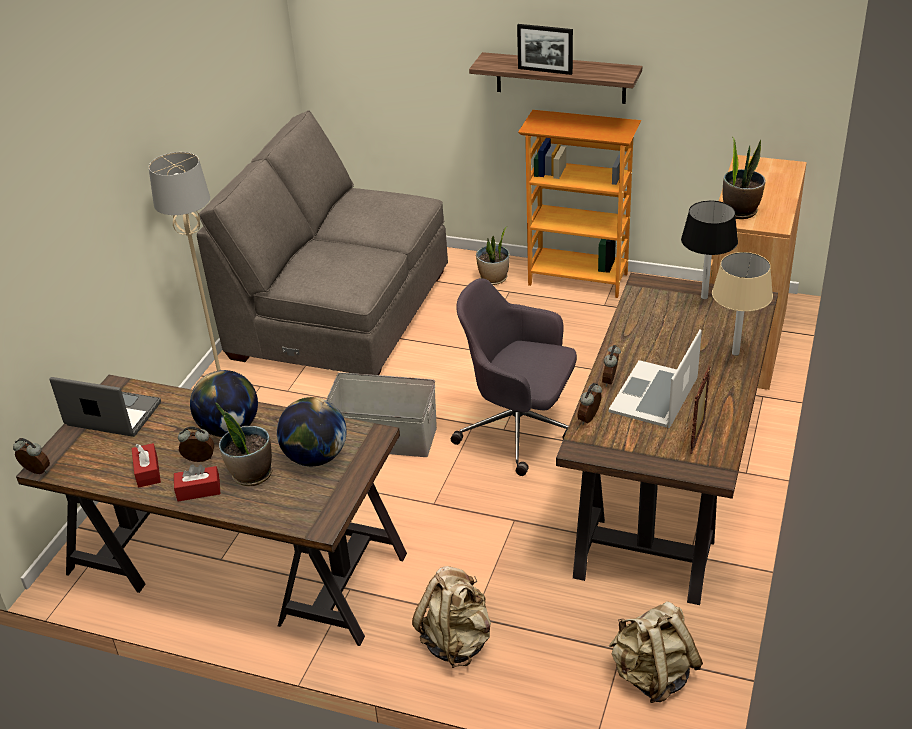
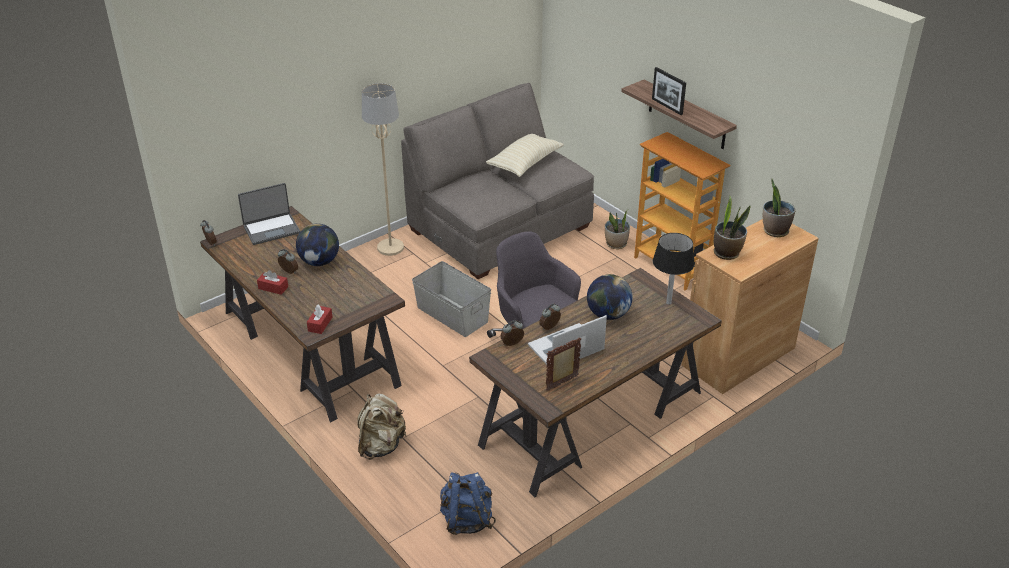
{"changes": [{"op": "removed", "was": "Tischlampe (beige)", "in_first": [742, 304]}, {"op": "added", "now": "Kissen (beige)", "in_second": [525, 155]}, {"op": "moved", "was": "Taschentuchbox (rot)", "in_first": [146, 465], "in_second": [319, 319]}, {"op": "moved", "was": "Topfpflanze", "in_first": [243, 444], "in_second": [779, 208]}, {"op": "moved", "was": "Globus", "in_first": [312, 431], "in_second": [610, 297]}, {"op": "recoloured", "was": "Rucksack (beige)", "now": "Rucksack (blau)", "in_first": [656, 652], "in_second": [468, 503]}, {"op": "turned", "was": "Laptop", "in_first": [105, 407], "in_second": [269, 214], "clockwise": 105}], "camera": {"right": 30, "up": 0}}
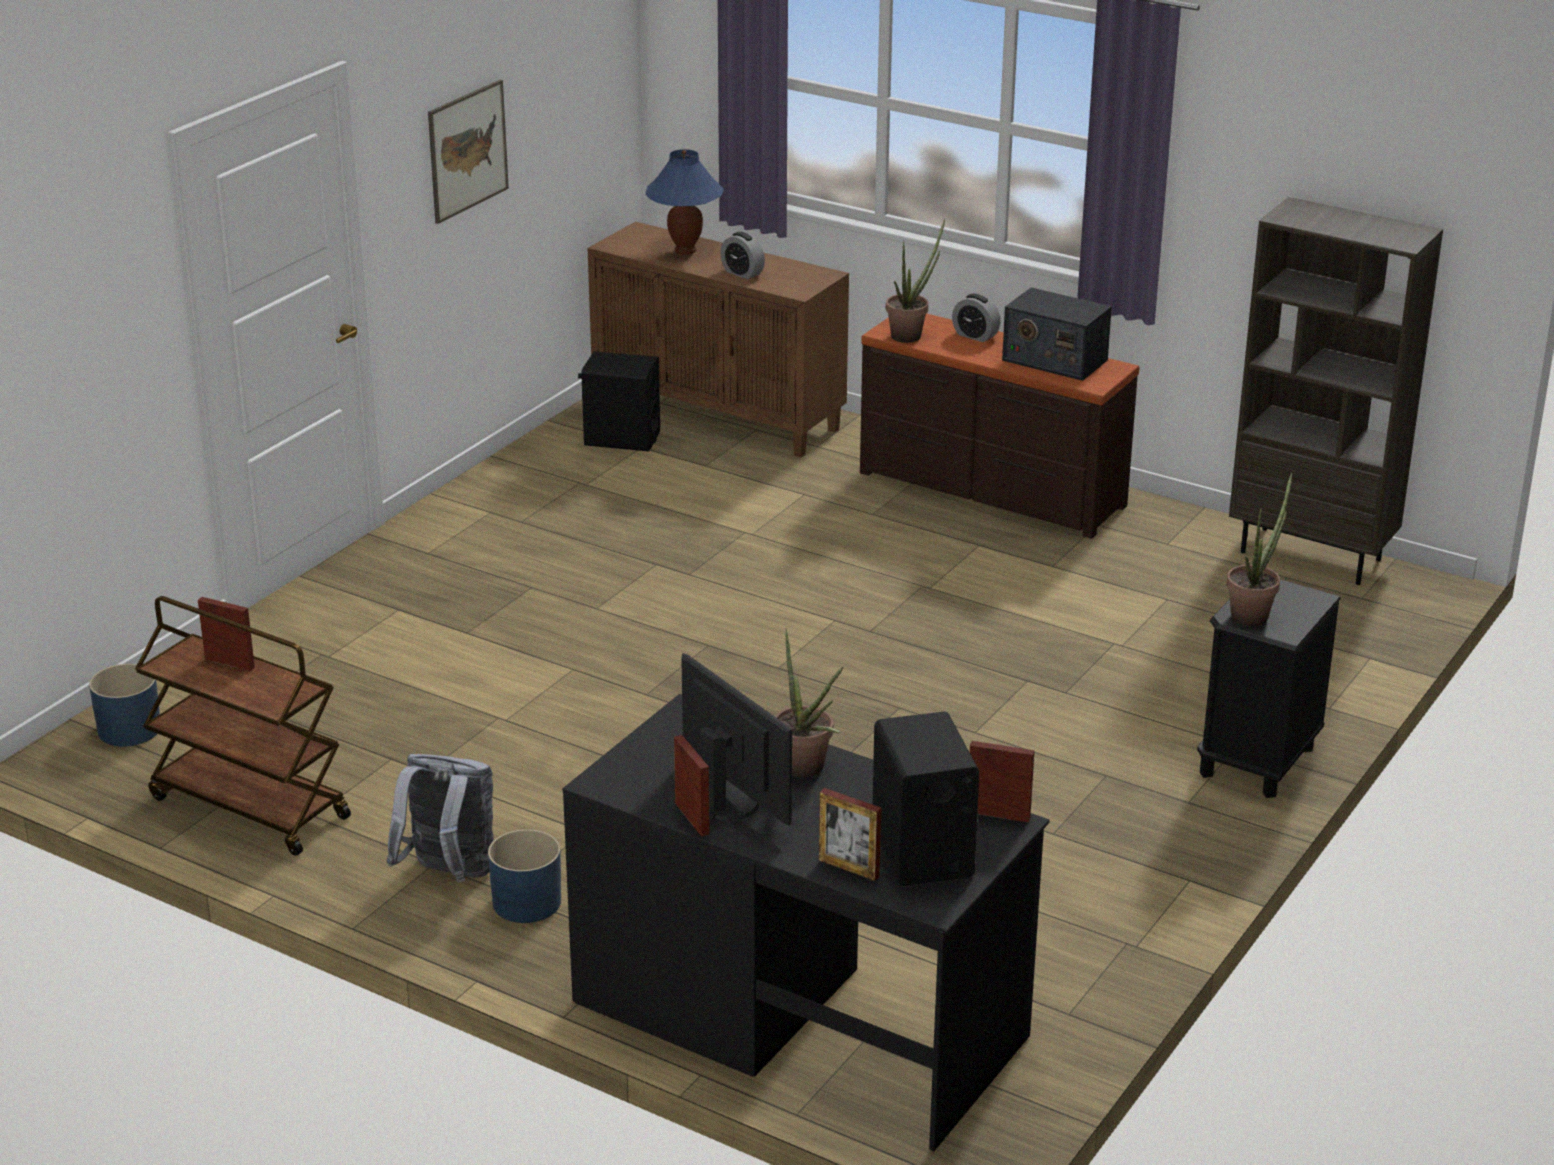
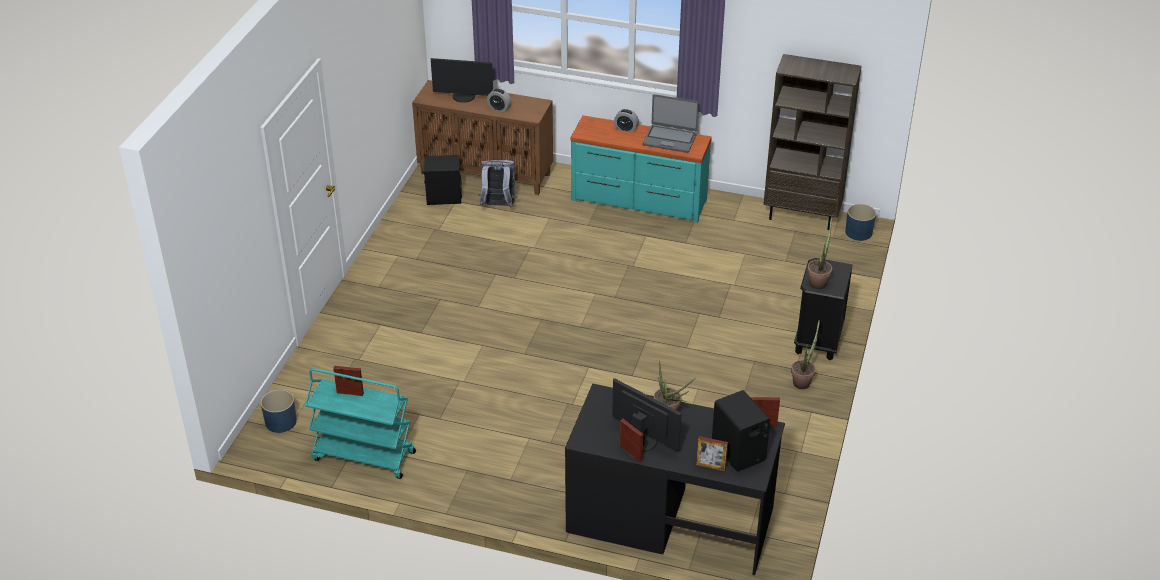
{"changes": [{"op": "removed", "was": "Bild", "in_first": [468, 152]}, {"op": "moved", "was": "Rucksack (grau)", "in_first": [440, 818], "in_second": [497, 184]}, {"op": "moved", "was": "Pflanzkübel (blau)", "in_first": [524, 876], "in_second": [860, 222]}, {"op": "moved", "was": "Topfpflanze", "in_first": [915, 281], "in_second": [805, 354]}, {"op": "replaced", "was": "Tischlampe (blau)", "now": "Monitor", "in_first": [684, 202], "in_second": [462, 80]}, {"op": "replaced", "was": "Radio", "now": "Laptop", "in_first": [1057, 334], "in_second": [671, 123]}, {"op": "recoloured", "was": "Rollwagen (braun)", "now": "Rollwagen (türkis)", "in_first": [243, 726], "in_second": [360, 423]}, {"op": "recoloured", "was": "Kommode (braun)", "now": "Kommode (türkis)", "in_first": [1000, 426], "in_second": [641, 169]}], "camera": {"right": -15, "up": 10}}
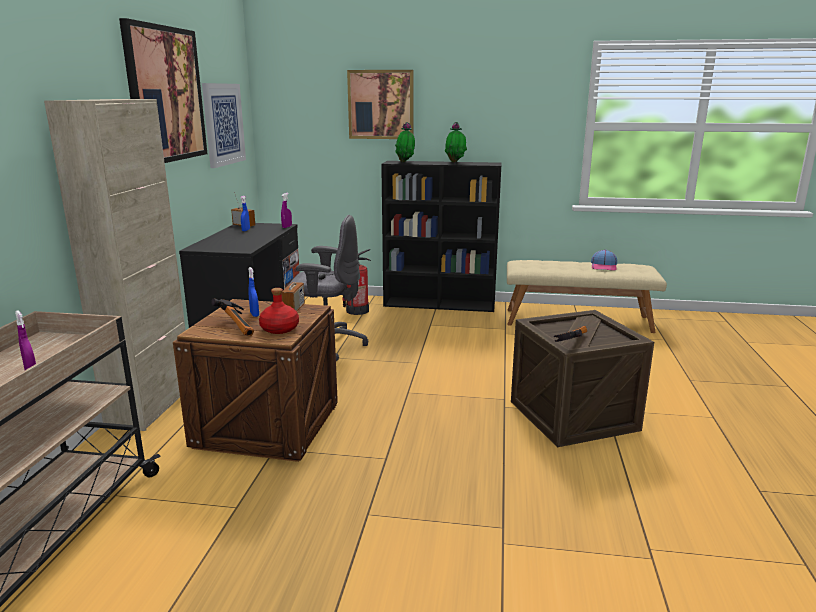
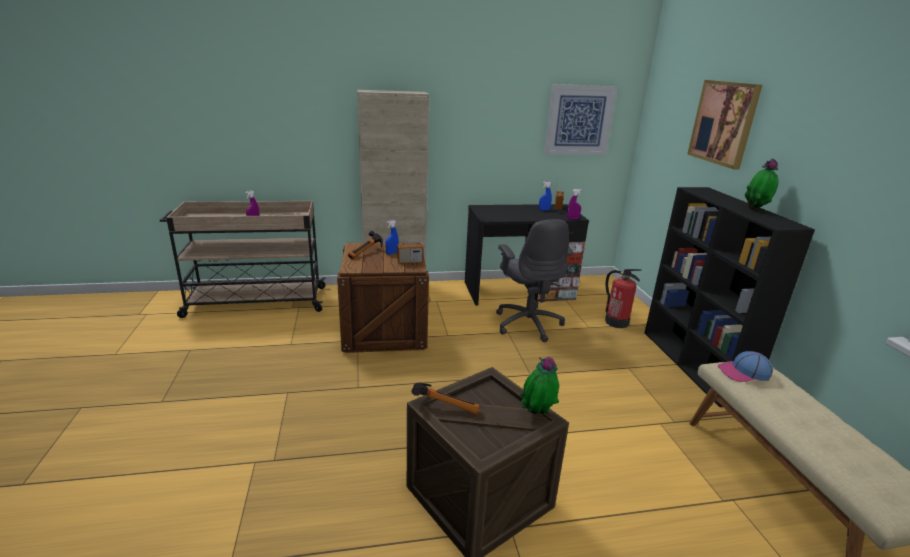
{"changes": [{"op": "removed", "was": "Bild", "in_first": [163, 90]}, {"op": "removed", "was": "Flasche (rot)", "in_first": [279, 311]}, {"op": "moved", "was": "Topfpflanze", "in_first": [405, 142], "in_second": [539, 385]}, {"op": "moved", "was": "Kappe", "in_first": [604, 260], "in_second": [745, 366]}], "camera": {"right": 70, "up": 5}}
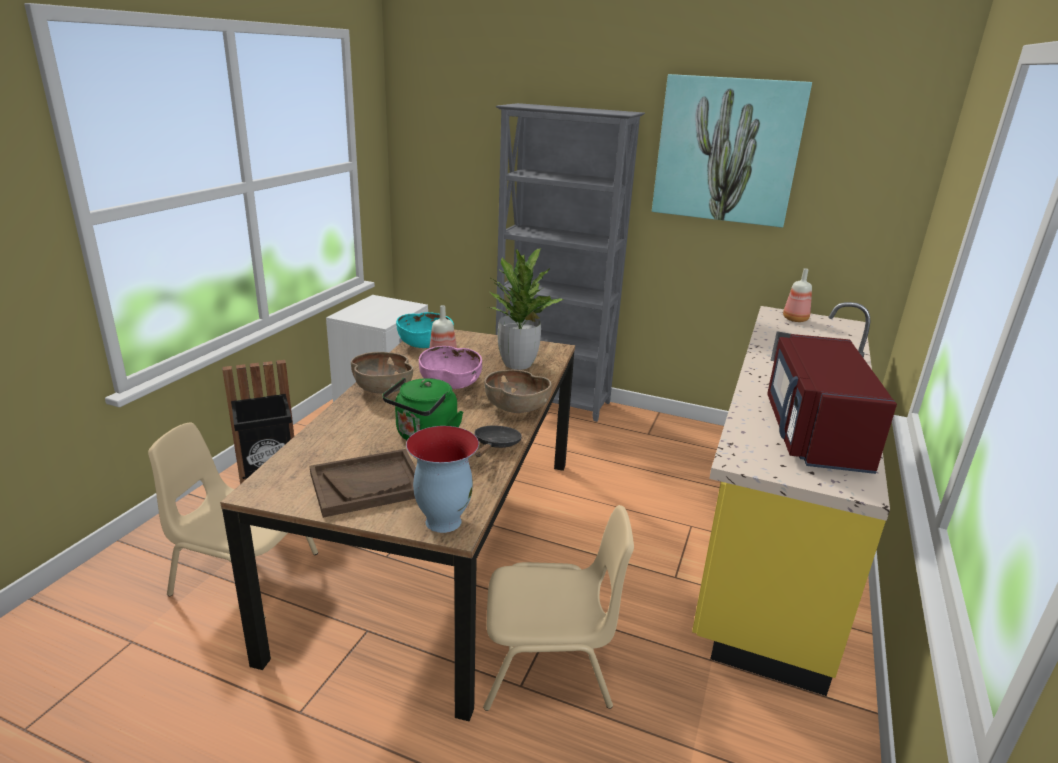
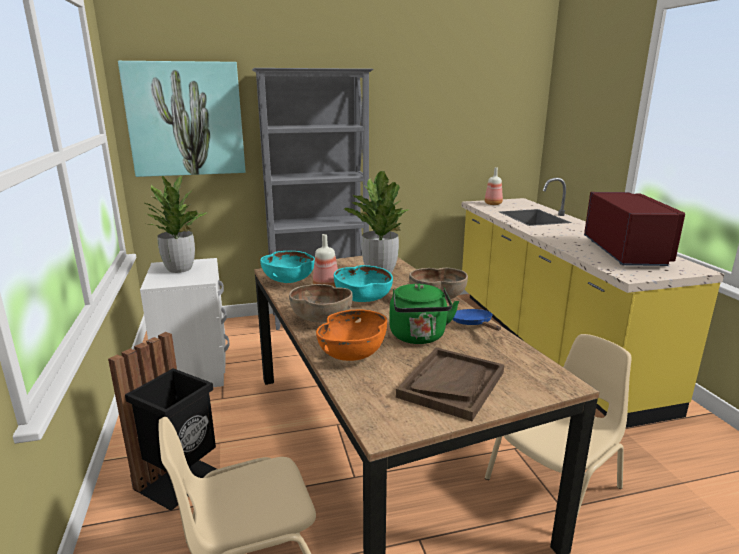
{"changes": [{"op": "removed", "was": "Vase", "in_first": [442, 479]}, {"op": "added", "now": "Topfpflanze", "in_second": [176, 224]}, {"op": "added", "now": "Schüssel (orange)", "in_second": [351, 335]}, {"op": "moved", "was": "Bild", "in_first": [732, 150], "in_second": [182, 119]}, {"op": "recoloured", "was": "Schüssel (rosa)", "now": "Schüssel (türkis)", "in_first": [450, 367], "in_second": [363, 283]}, {"op": "recoloured", "was": "Pfanne (schwarz)", "now": "Pfanne (blau)", "in_first": [498, 441], "in_second": [477, 320]}, {"op": "turned", "was": "Mikrowelle (rot)", "in_first": [832, 404], "in_second": [634, 229], "clockwise": -150}], "camera": {"right": -35, "up": -5}}
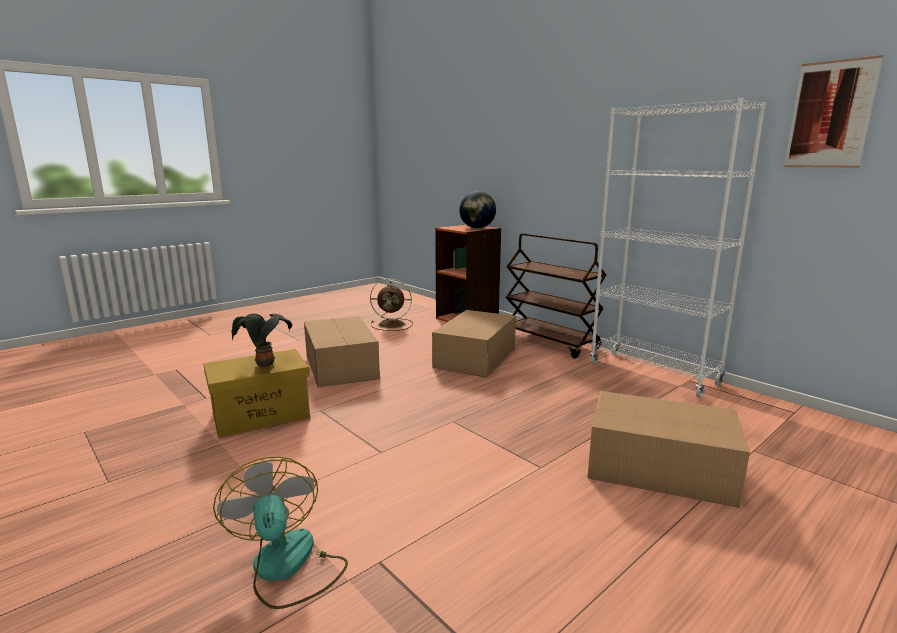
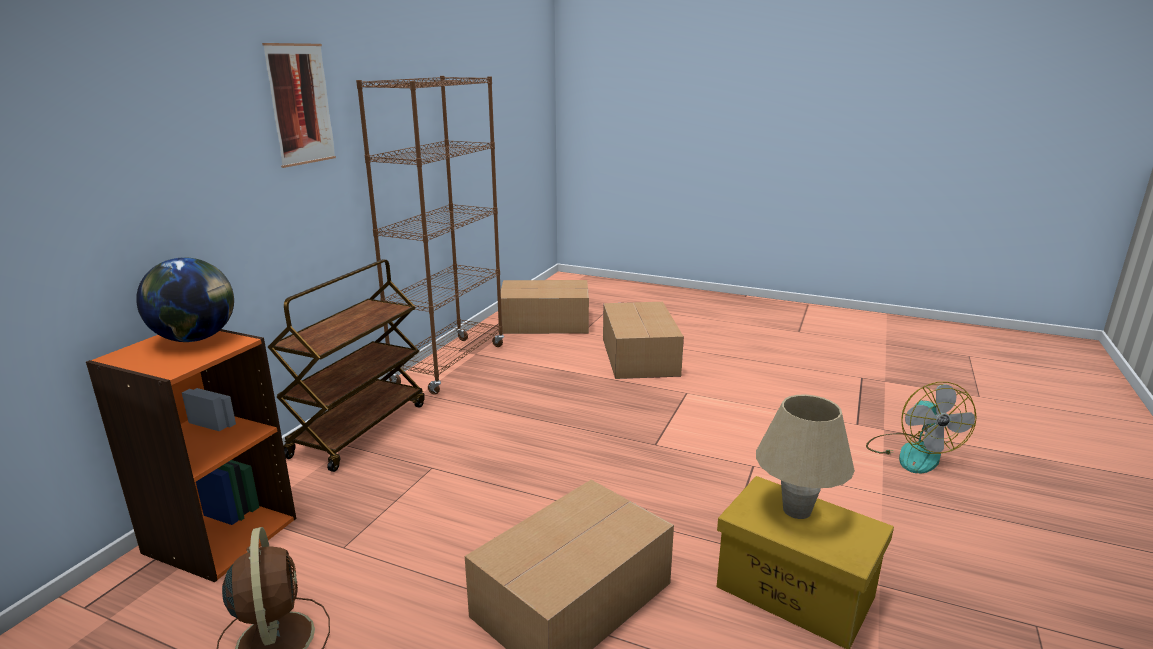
{"changes": [{"op": "moved", "was": "Karton", "in_first": [474, 343], "in_second": [545, 307]}, {"op": "moved", "was": "Bild", "in_first": [833, 111], "in_second": [299, 105]}, {"op": "replaced", "was": "Topfpflanze", "now": "Tischlampe (beige)", "in_first": [261, 340], "in_second": [805, 457]}, {"op": "recoloured", "was": "Bücherregal (weiß)", "now": "Bücherregal (braun)", "in_first": [678, 248], "in_second": [430, 235]}, {"op": "turned", "was": "Ventilator", "in_first": [280, 533], "in_second": [921, 427], "clockwise": -45}], "camera": {"right": -115, "up": 5}}
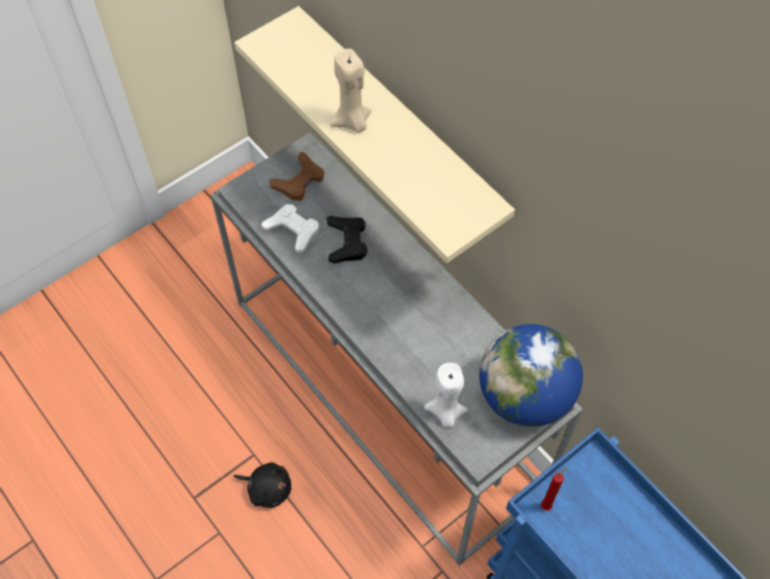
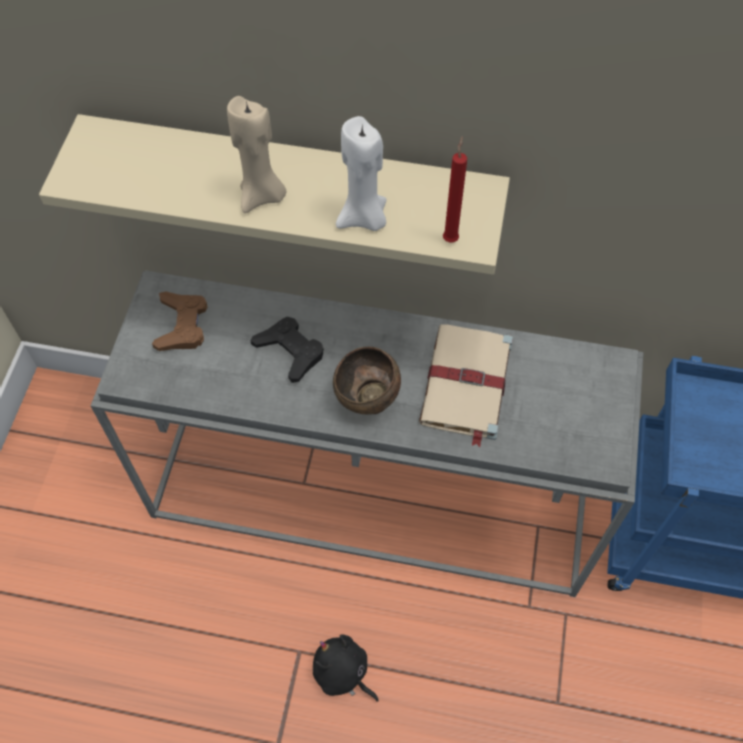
{"changes": [{"op": "removed", "was": "Gamepad (weiß)", "in_first": [290, 229]}, {"op": "removed", "was": "Globus", "in_first": [531, 375]}, {"op": "added", "now": "Schüssel (braun)", "in_second": [367, 380]}, {"op": "added", "now": "Buch (beige)", "in_second": [466, 385]}, {"op": "moved", "was": "Kerze (weiß)", "in_first": [446, 395], "in_second": [361, 173]}, {"op": "moved", "was": "Kerze (rot)", "in_first": [554, 489], "in_second": [455, 189]}, {"op": "turned", "was": "Plüschtier (schwarz)", "in_first": [262, 485], "in_second": [346, 668], "clockwise": -120}], "camera": {"right": -40, "up": 0}}
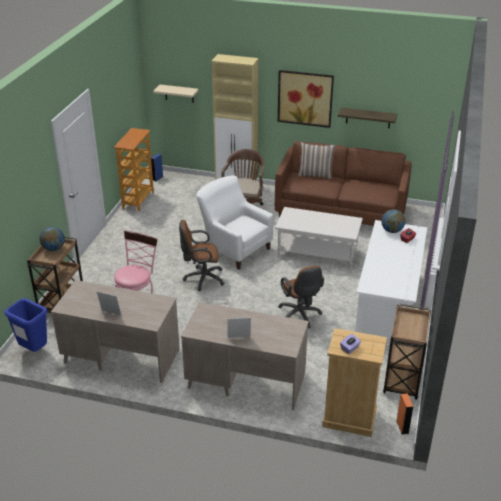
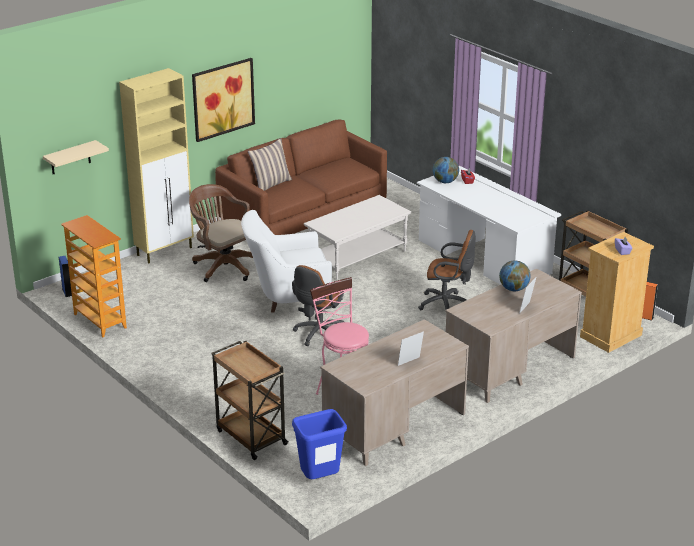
{"changes": [{"op": "removed", "was": "Wandregal", "in_first": [367, 117]}, {"op": "moved", "was": "Globus", "in_first": [52, 238], "in_second": [515, 275]}], "camera": {"right": -55, "up": -5}}
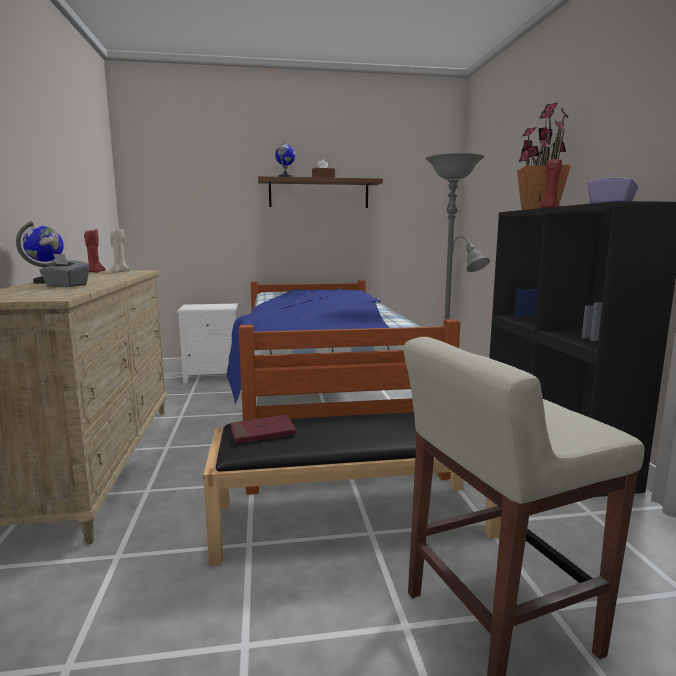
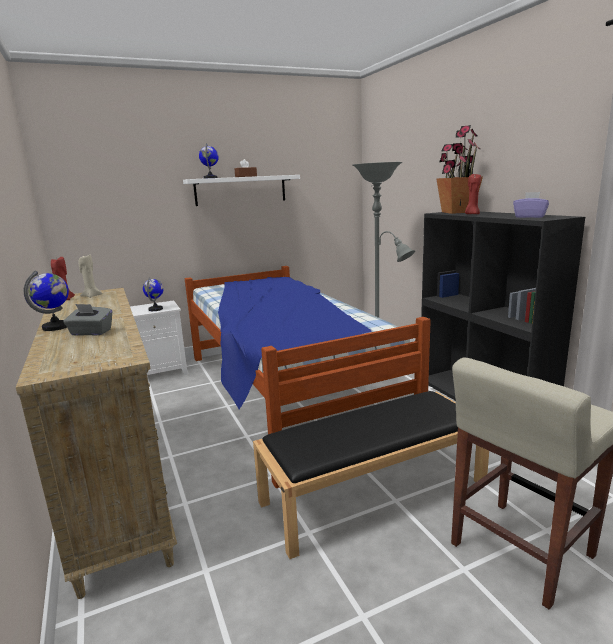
{"changes": [{"op": "removed", "was": "Buch (rot)", "in_first": [263, 429]}, {"op": "added", "now": "Globus", "in_second": [153, 294]}, {"op": "recoloured", "was": "Wandregal (braun)", "now": "Wandregal (weiß)", "in_first": [320, 192], "in_second": [241, 190]}], "camera": {"right": -15, "up": 5}}
